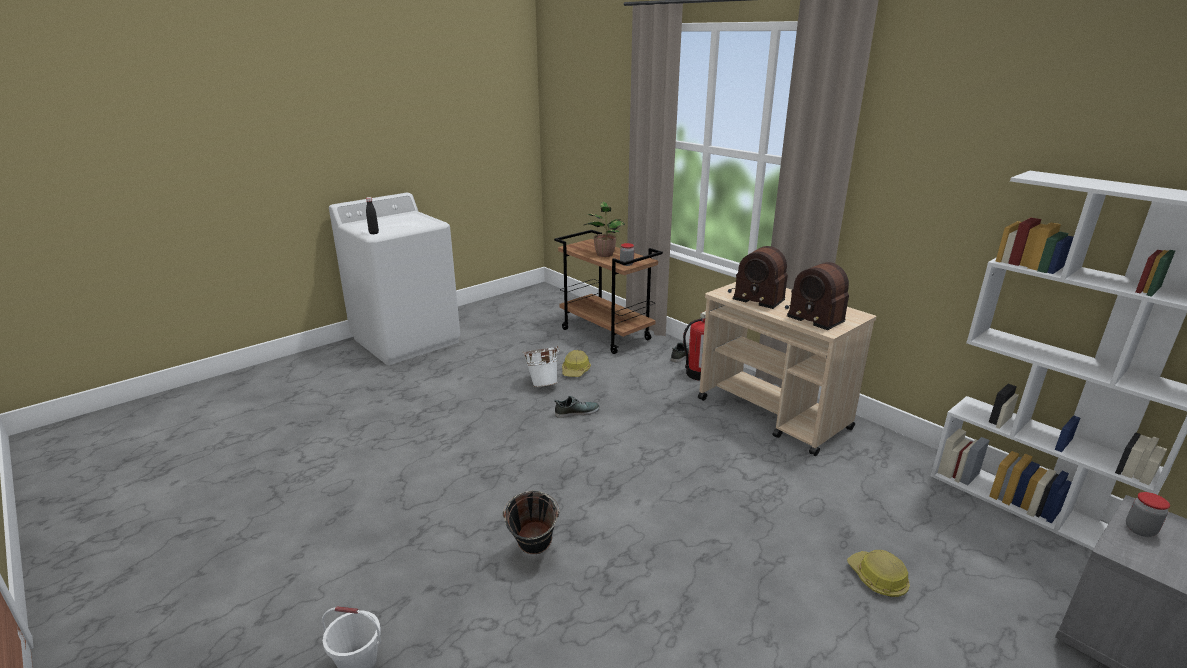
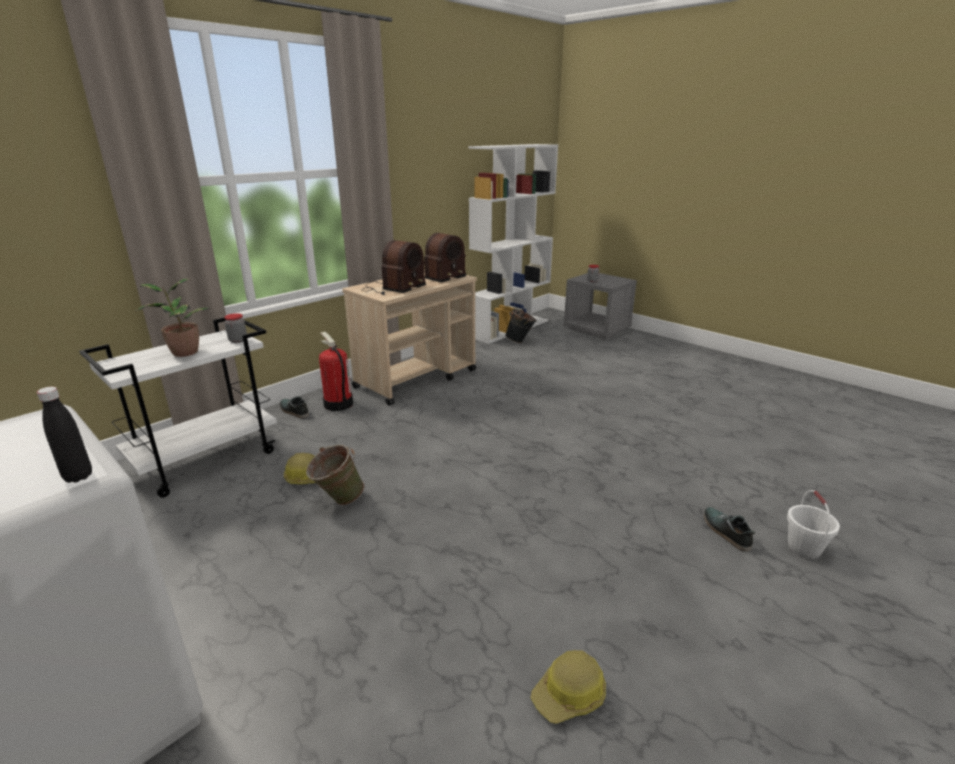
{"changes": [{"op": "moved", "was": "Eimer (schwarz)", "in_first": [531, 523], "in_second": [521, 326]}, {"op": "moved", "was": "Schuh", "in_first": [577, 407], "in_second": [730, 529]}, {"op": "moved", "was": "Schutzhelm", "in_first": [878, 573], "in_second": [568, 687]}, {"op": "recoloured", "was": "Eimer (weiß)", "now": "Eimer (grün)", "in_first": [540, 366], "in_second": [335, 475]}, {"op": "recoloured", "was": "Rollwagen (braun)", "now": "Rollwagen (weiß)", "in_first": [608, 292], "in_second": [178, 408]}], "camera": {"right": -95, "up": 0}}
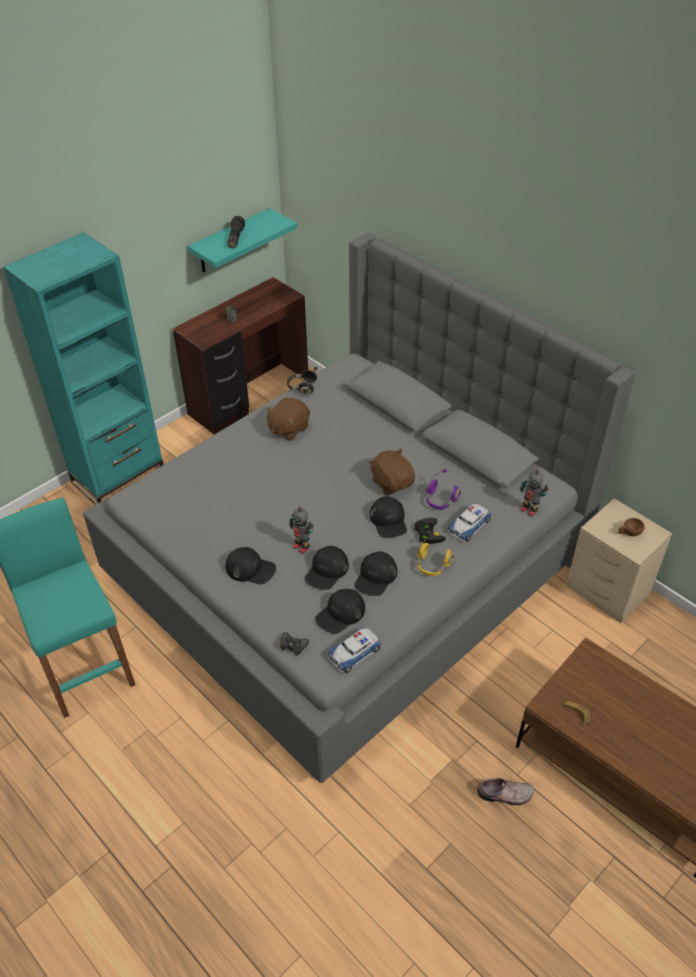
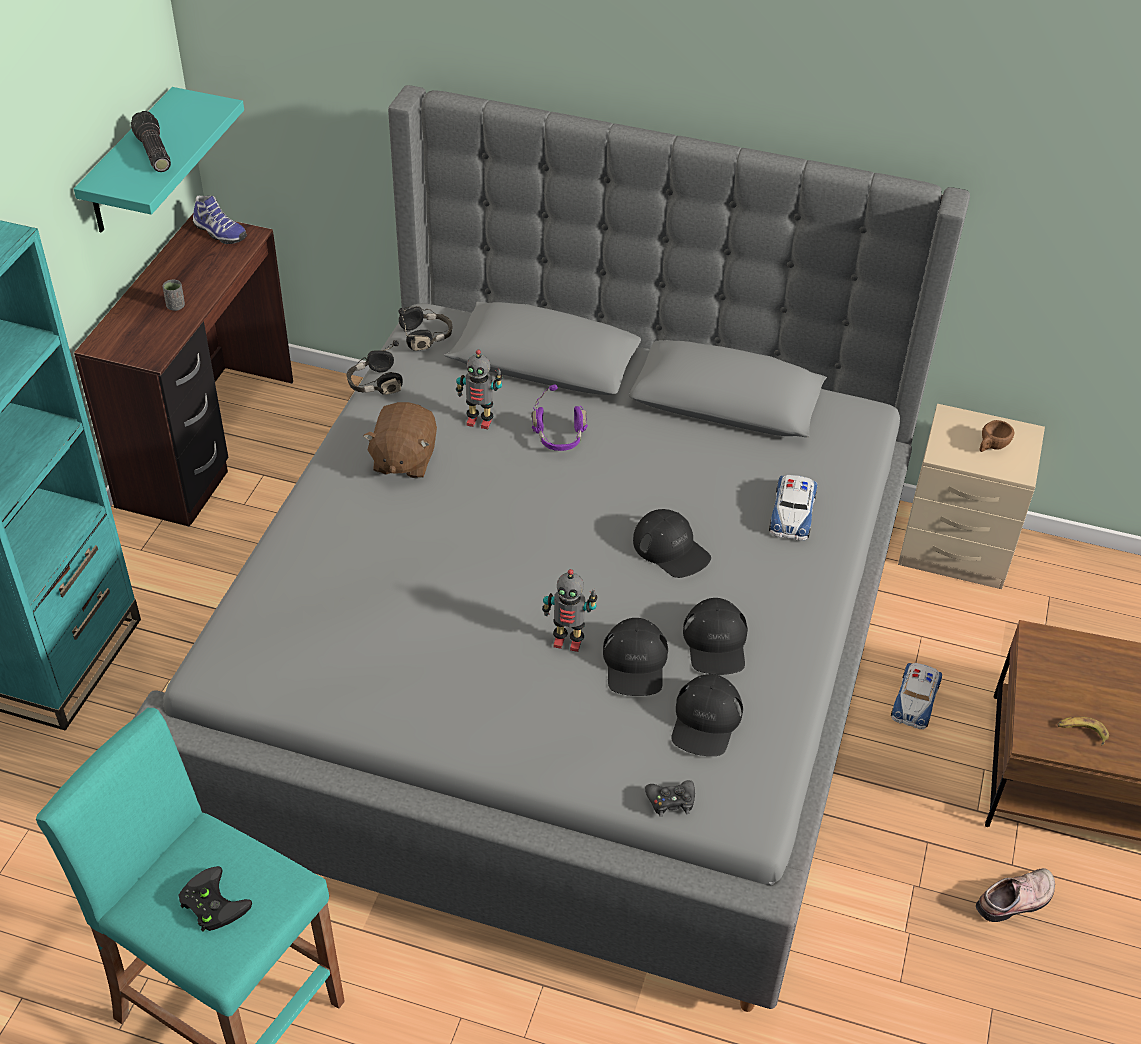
{"changes": [{"op": "removed", "was": "Kappe (schwarz)", "in_first": [250, 566]}, {"op": "removed", "was": "Plüschtier (braun)", "in_first": [392, 471]}, {"op": "removed", "was": "Kopfhörer (gelb)", "in_first": [435, 554]}, {"op": "added", "now": "Schuh", "in_second": [220, 220]}, {"op": "added", "now": "Kopfhörer (schwarz)", "in_second": [426, 328]}, {"op": "moved", "was": "Spielzeugauto", "in_first": [355, 650], "in_second": [916, 696]}, {"op": "moved", "was": "Gamepad (schwarz)", "in_first": [430, 531], "in_second": [215, 899]}, {"op": "moved", "was": "Kopfhörer (lila)", "in_first": [443, 489], "in_second": [559, 418]}, {"op": "moved", "was": "Spielzeugroboter", "in_first": [534, 493], "in_second": [479, 389]}], "camera": {"right": -30, "up": 0}}
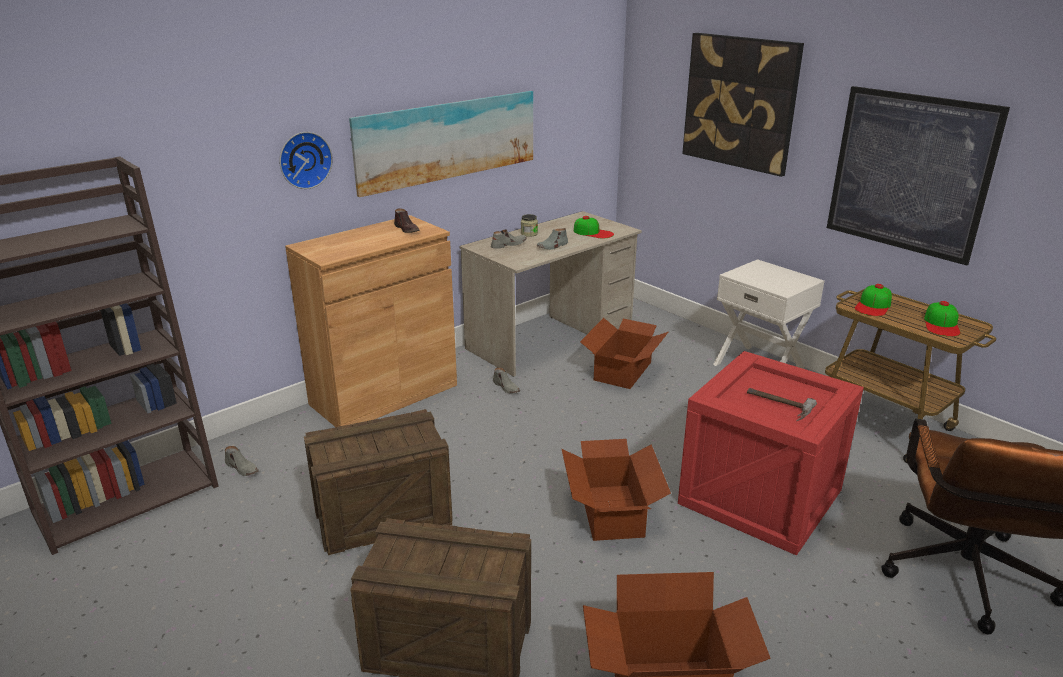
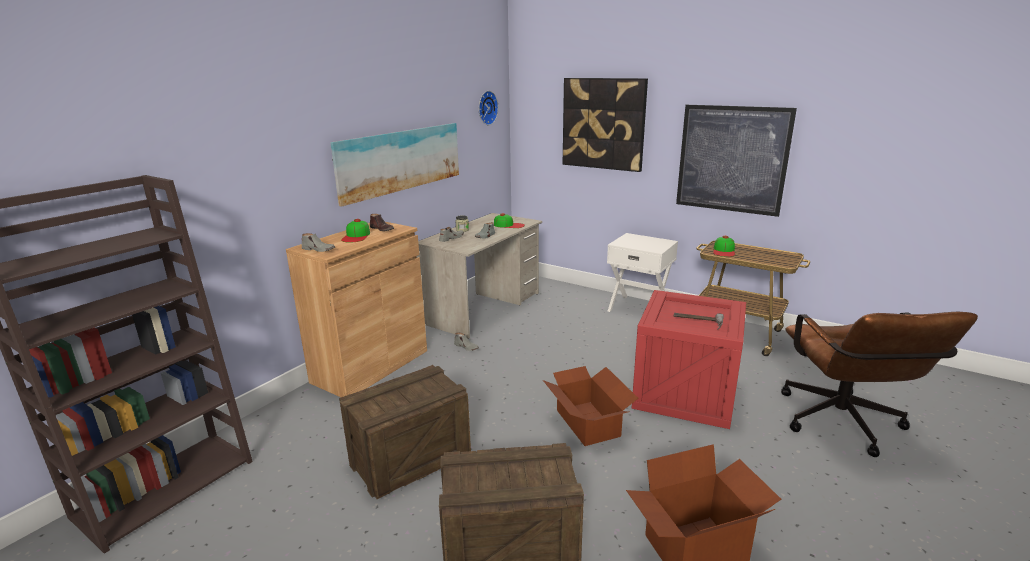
{"changes": [{"op": "removed", "was": "Karton", "in_first": [624, 353]}, {"op": "moved", "was": "Schuh (grau)", "in_first": [242, 461], "in_second": [318, 242]}, {"op": "moved", "was": "Wanduhr", "in_first": [306, 160], "in_second": [488, 108]}, {"op": "moved", "was": "Kappe", "in_first": [942, 319], "in_second": [355, 231]}], "camera": {"right": -15, "up": -5}}
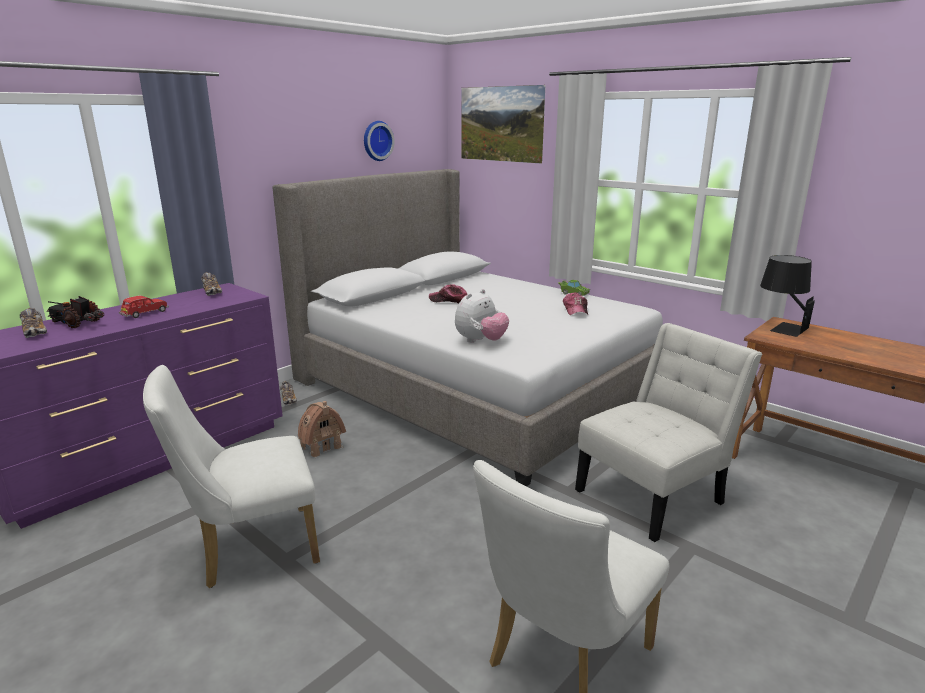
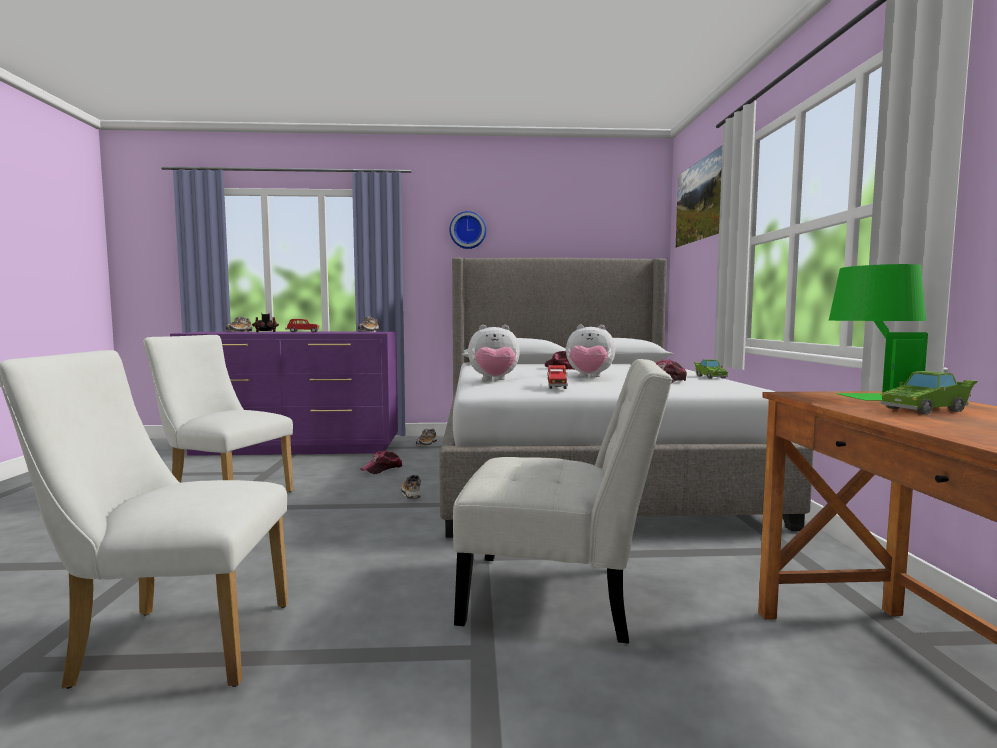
{"changes": [{"op": "added", "now": "Schuh", "in_second": [411, 487]}, {"op": "added", "now": "Spielzeugauto (rot)", "in_second": [557, 377]}, {"op": "added", "now": "Plüschtier", "in_second": [590, 351]}, {"op": "added", "now": "Spielzeugauto (grün)", "in_second": [929, 392]}, {"op": "moved", "was": "Wanduhr", "in_first": [379, 141], "in_second": [467, 230]}, {"op": "replaced", "was": "Spielzeughaus", "now": "Kappe", "in_first": [322, 429], "in_second": [381, 462]}, {"op": "recoloured", "was": "Tischlampe (schwarz)", "now": "Tischlampe (grün)", "in_first": [787, 296], "in_second": [878, 332]}], "camera": {"right": 45, "up": -15}}
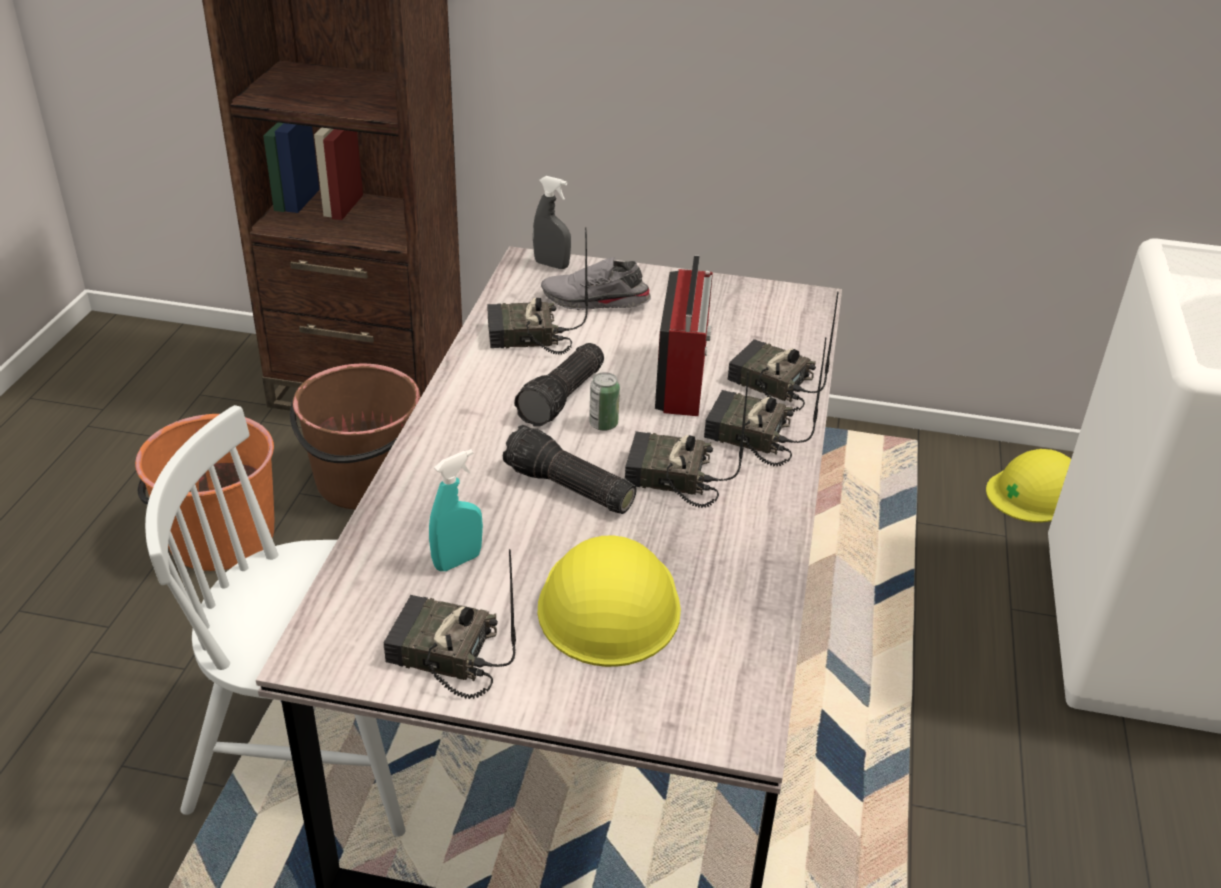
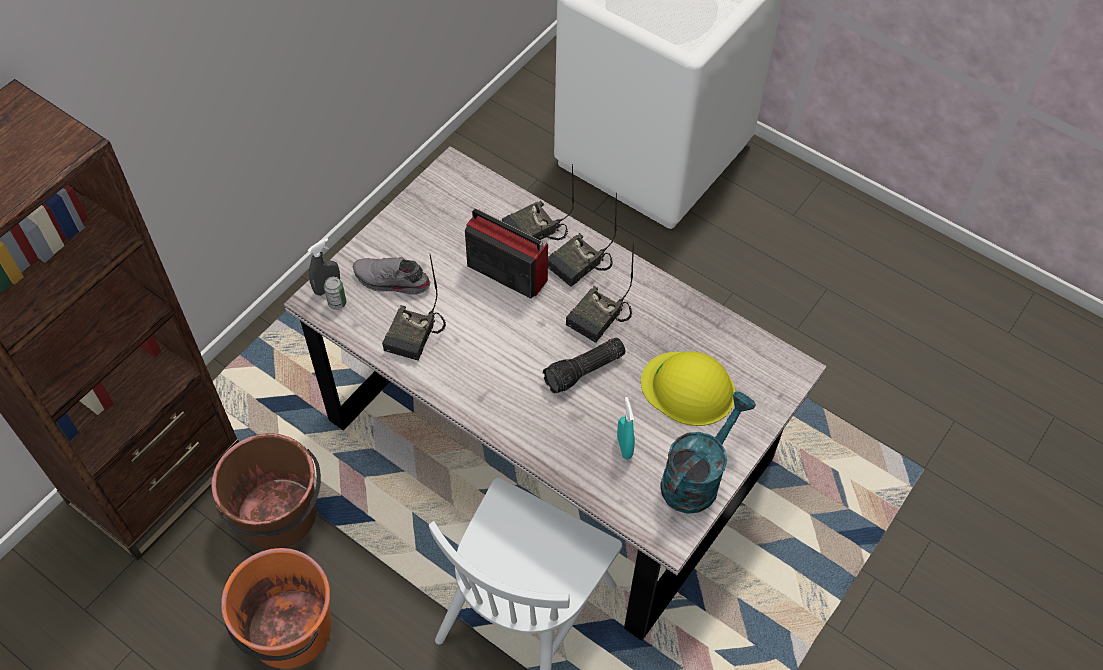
{"changes": [{"op": "removed", "was": "Taschenlampe", "in_first": [559, 385]}, {"op": "removed", "was": "Schutzhelm (gelb)", "in_first": [1028, 486]}, {"op": "moved", "was": "Dose", "in_first": [604, 401], "in_second": [335, 293]}, {"op": "replaced", "was": "Radio", "now": "Gießkanne (türkis)", "in_first": [449, 624], "in_second": [708, 453]}, {"op": "turned", "was": "Schuh (grau)", "in_first": [596, 283], "in_second": [391, 276], "clockwise": 75}], "camera": {"right": -65, "up": 20}}
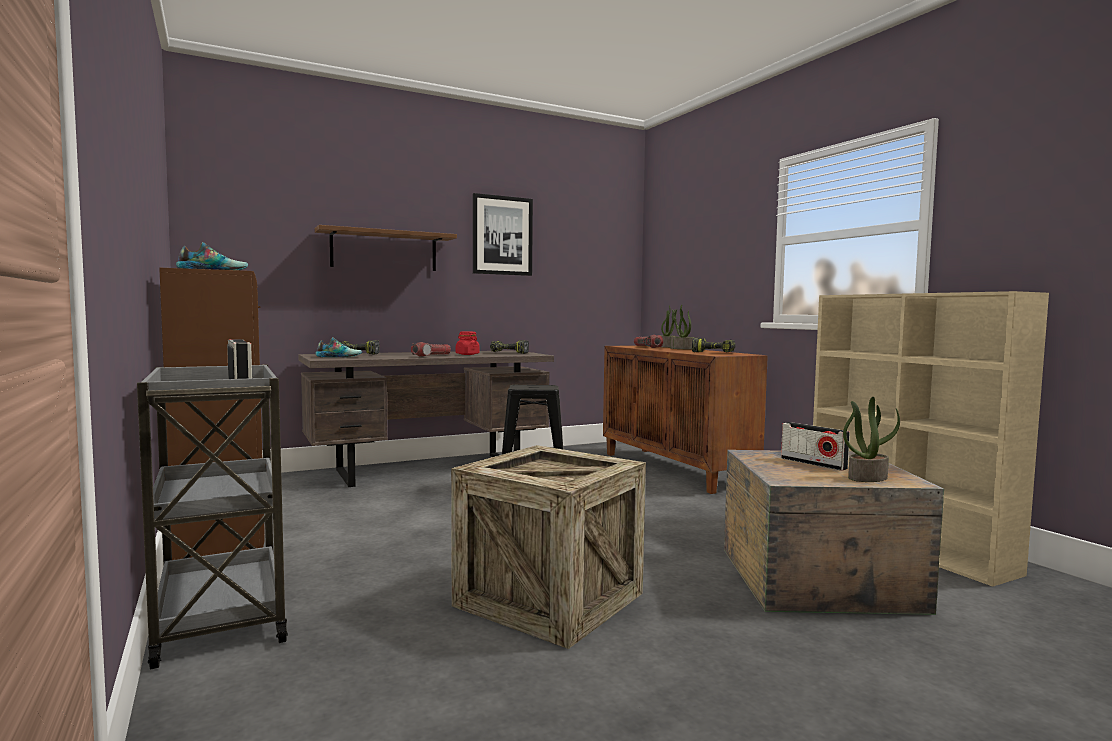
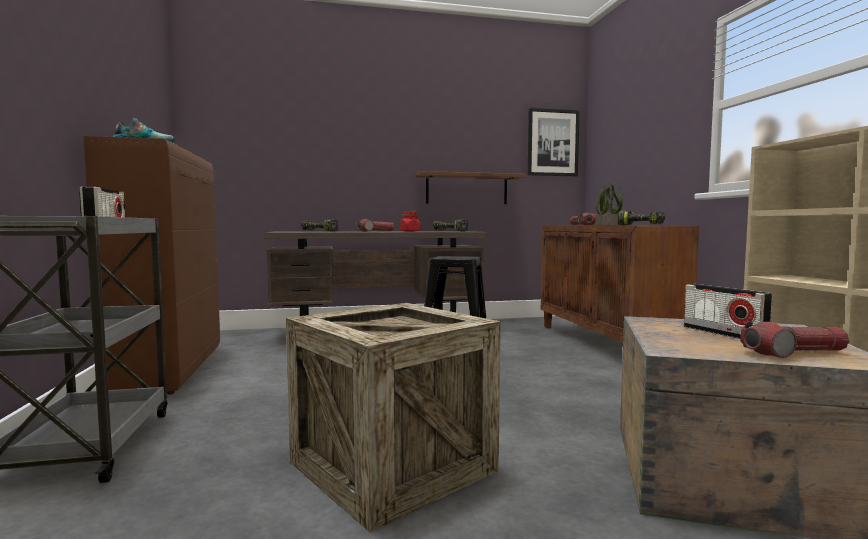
{"changes": [{"op": "removed", "was": "Schuh", "in_first": [339, 347]}, {"op": "moved", "was": "Wandregal (braun)", "in_first": [386, 248], "in_second": [470, 187]}, {"op": "moved", "was": "Bild", "in_first": [503, 234], "in_second": [554, 142]}, {"op": "replaced", "was": "Topfpflanze", "now": "Taschenlampe", "in_first": [871, 439], "in_second": [794, 340]}], "camera": {"right": 15, "up": 0}}
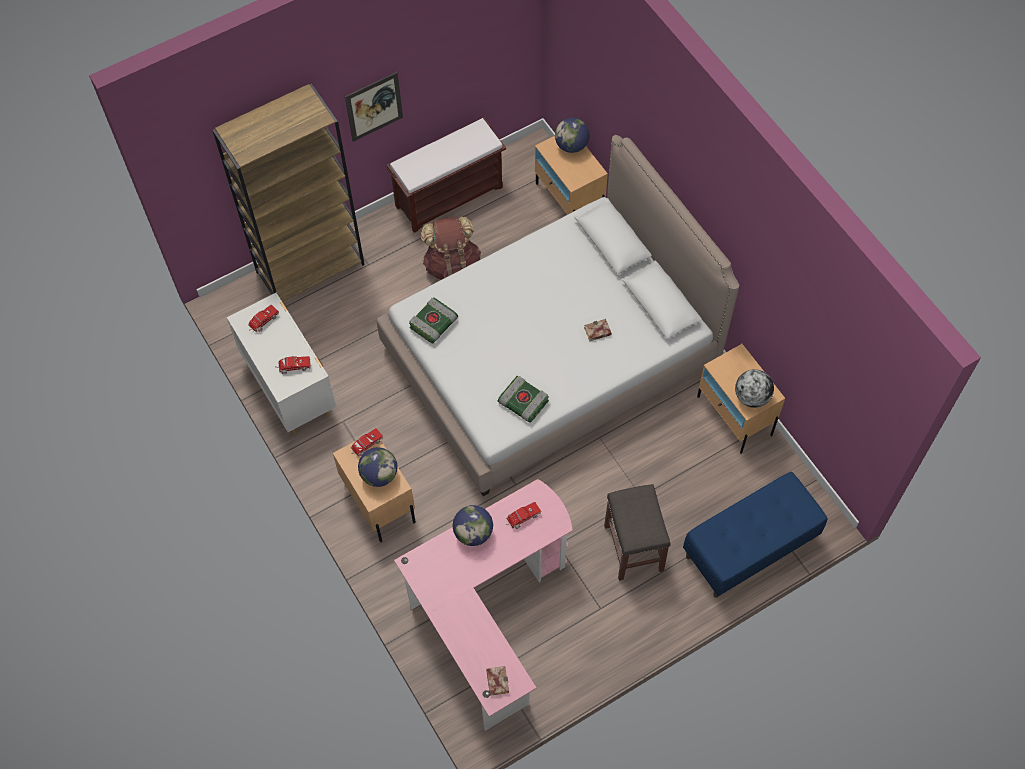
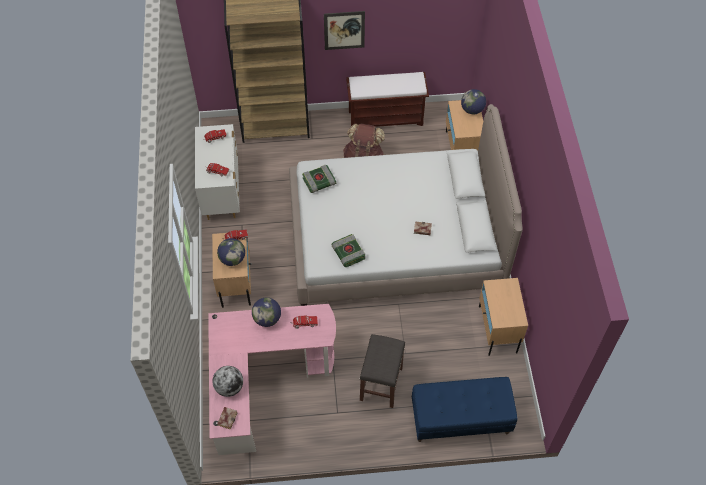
{"changes": [{"op": "moved", "was": "Globus", "in_first": [754, 388], "in_second": [227, 381]}], "camera": {"right": 25, "up": -5}}
